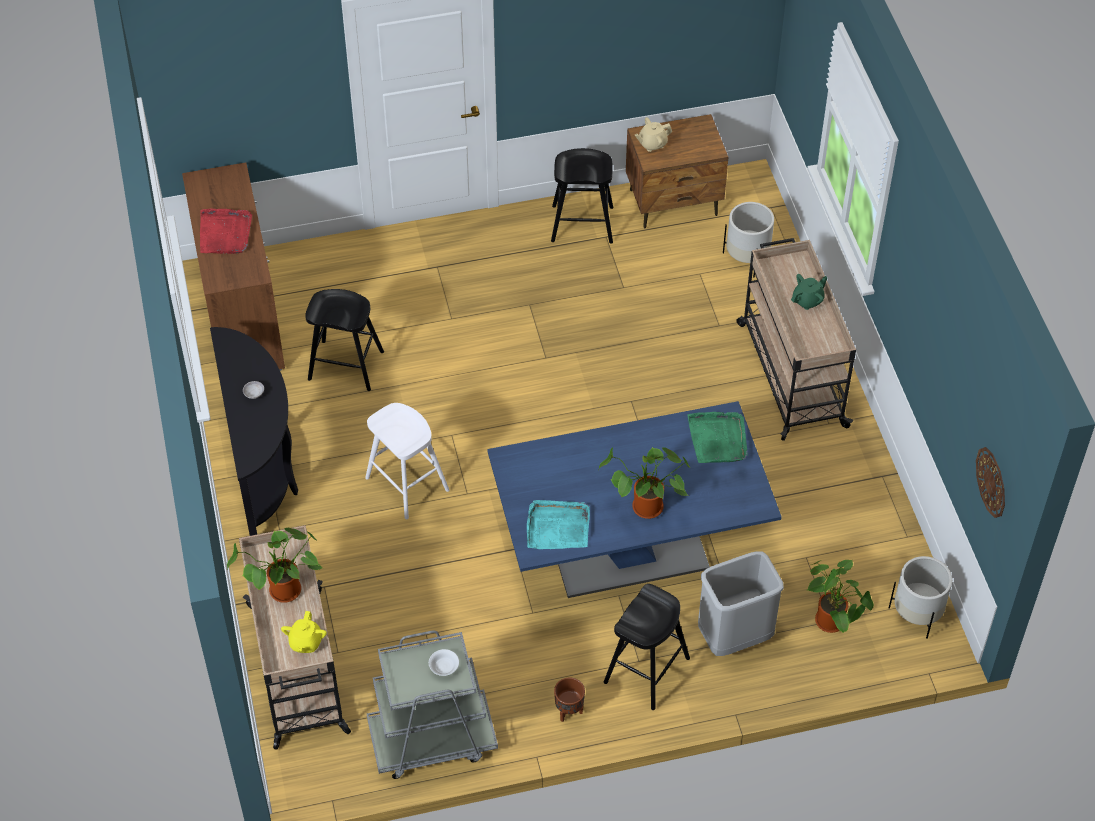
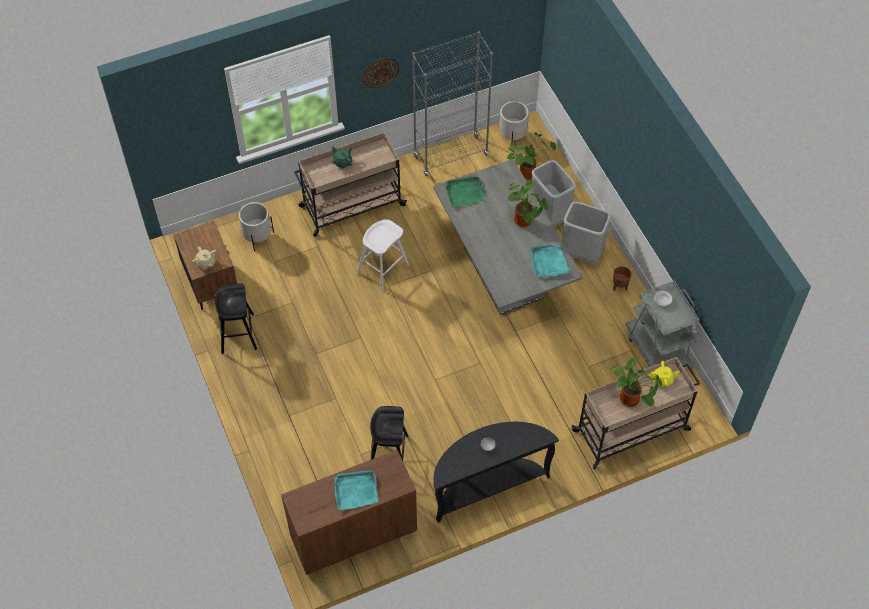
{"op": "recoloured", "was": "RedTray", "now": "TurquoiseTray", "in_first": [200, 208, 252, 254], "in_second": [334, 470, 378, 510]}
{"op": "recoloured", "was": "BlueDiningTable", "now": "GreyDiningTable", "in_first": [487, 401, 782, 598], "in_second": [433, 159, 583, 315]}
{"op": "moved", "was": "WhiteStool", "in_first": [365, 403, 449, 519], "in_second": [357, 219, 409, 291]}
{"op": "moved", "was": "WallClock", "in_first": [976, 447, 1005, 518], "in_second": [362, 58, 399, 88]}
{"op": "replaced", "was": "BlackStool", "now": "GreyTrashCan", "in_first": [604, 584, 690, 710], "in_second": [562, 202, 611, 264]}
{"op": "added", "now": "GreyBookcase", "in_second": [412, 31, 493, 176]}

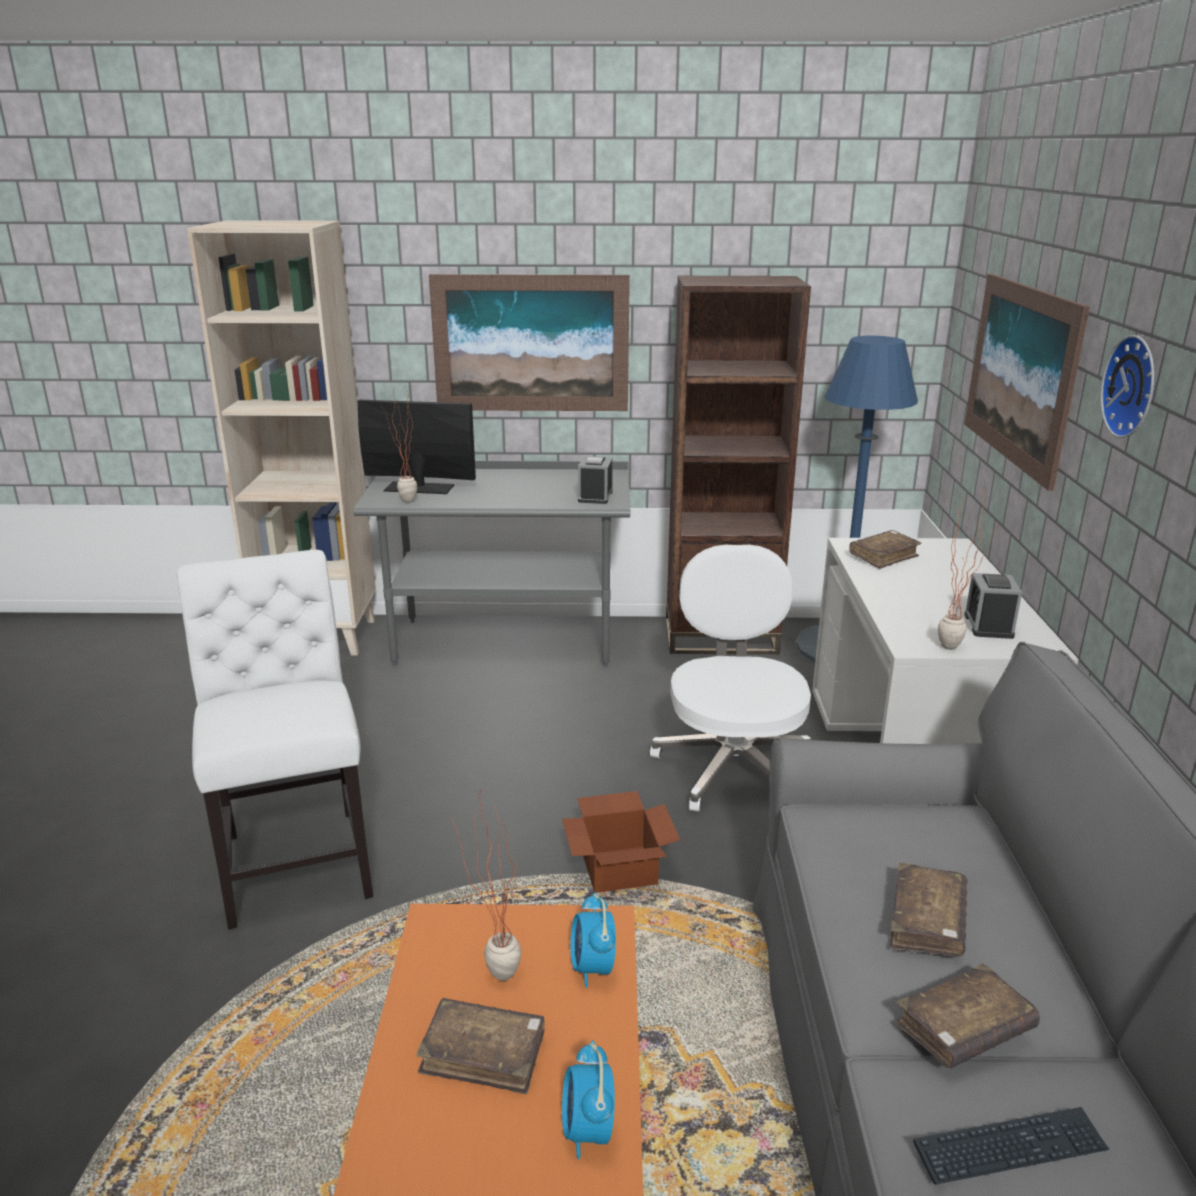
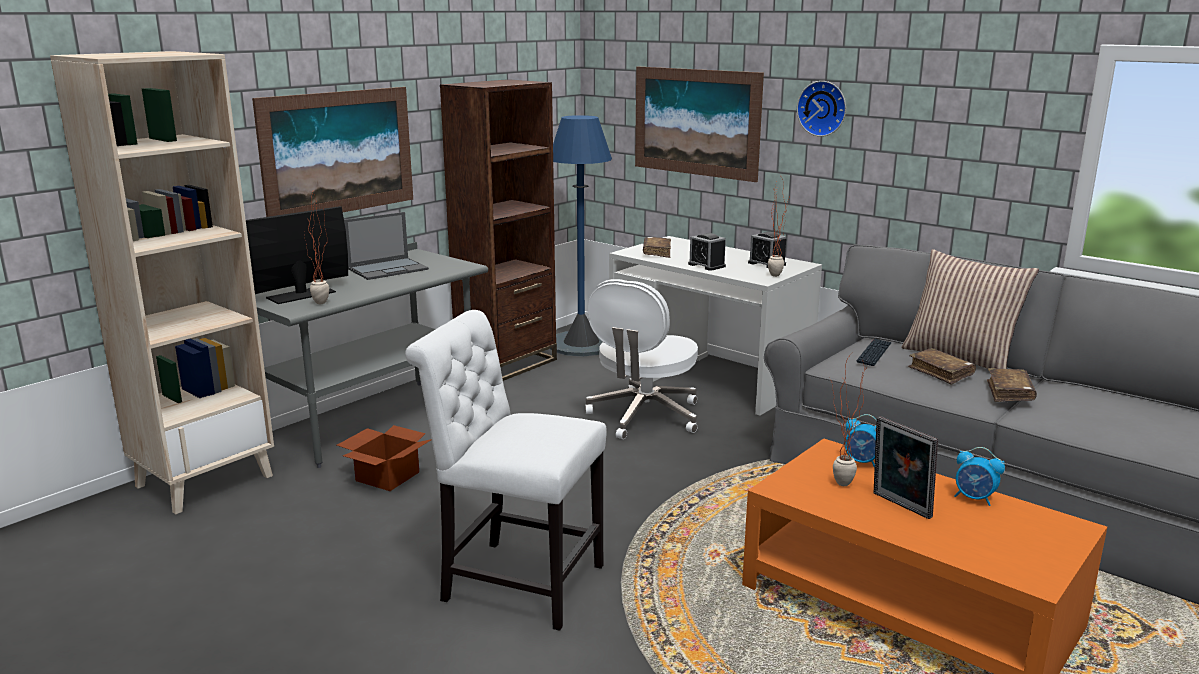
{"op": "moved", "was": "AlarmClock", "in_first": [578, 456, 613, 504], "in_second": [688, 233, 726, 271]}
{"op": "turned", "was": "WhiteOfficeChair", "in_first": [650, 545, 811, 812], "in_second": [585, 279, 698, 439], "clockwise": -105}
{"op": "moved", "was": "CardboardBox", "in_first": [562, 791, 680, 893], "in_second": [337, 425, 432, 491]}
{"op": "replaced", "was": "BrownBook", "now": "PictureFrame", "in_first": [417, 998, 545, 1094], "in_second": [874, 416, 938, 519]}
{"op": "moved", "was": "Keyboard", "in_first": [913, 1107, 1110, 1185], "in_second": [856, 338, 891, 366]}
{"op": "added", "now": "Laptop", "in_second": [344, 212, 429, 280]}
{"op": "added", "now": "Pillow", "in_second": [901, 249, 1039, 369]}

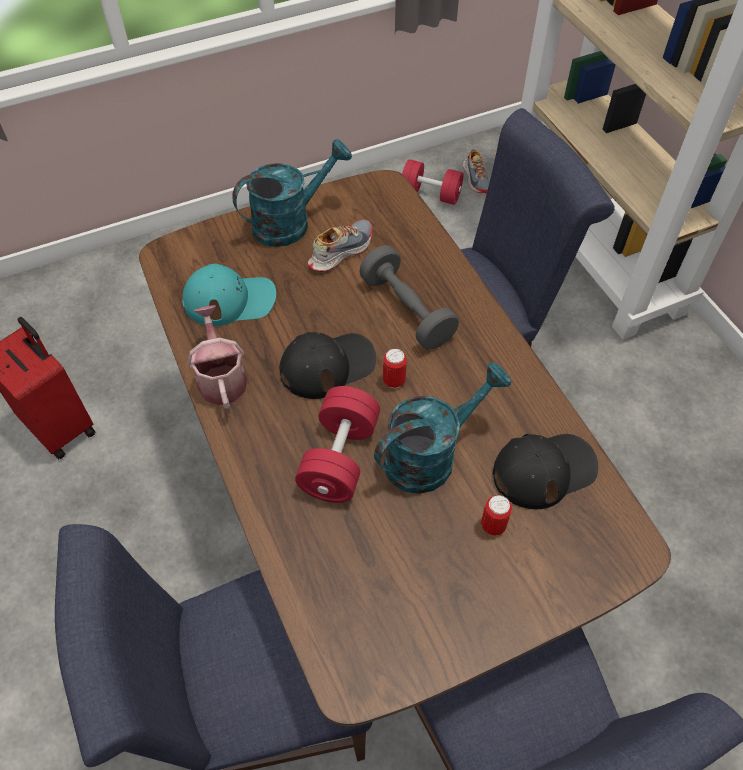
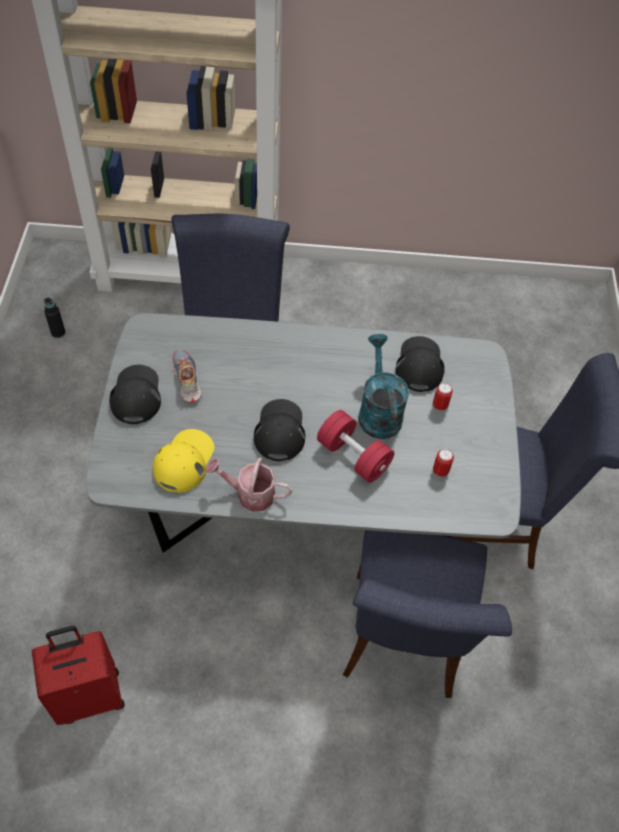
{"op": "replaced", "was": "TurquoiseWateringCan", "now": "BlackCap", "in_first": [232, 139, 352, 247], "in_second": [109, 365, 161, 424]}
{"op": "removed", "was": "Shoe", "in_first": [463, 149, 490, 193]}
{"op": "replaced", "was": "RedDumbbell", "now": "BlackBottle", "in_first": [402, 159, 464, 205], "in_second": [44, 297, 66, 338]}
{"op": "recoloured", "was": "BrownDiningTable", "now": "GreyDiningTable", "in_first": [139, 170, 671, 726], "in_second": [86, 313, 521, 553]}
{"op": "removed", "was": "GreyDumbbell", "in_first": [359, 245, 459, 349]}
{"op": "recoloured", "was": "TurquoiseCap", "now": "YellowCap", "in_first": [182, 264, 276, 326], "in_second": [153, 429, 214, 493]}
{"op": "moved", "was": "Can", "in_first": [383, 348, 407, 388], "in_second": [433, 449, 454, 477]}

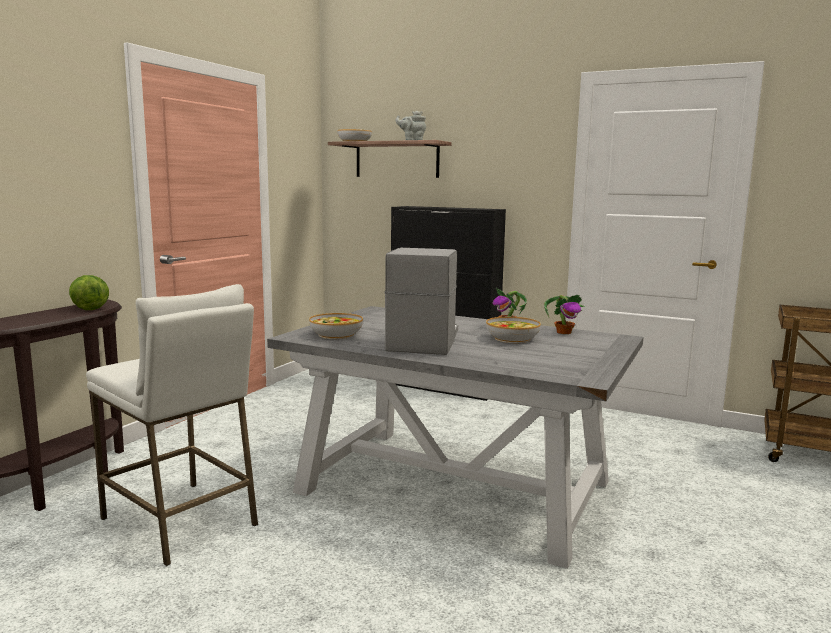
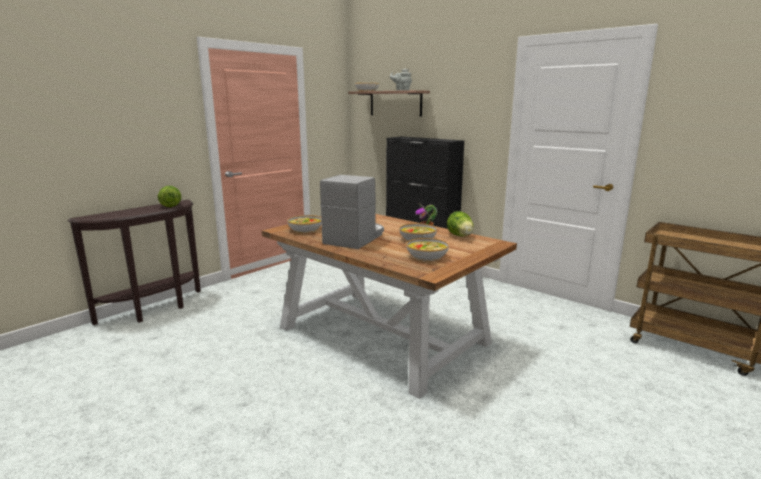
{"op": "removed", "was": "WhiteStool", "in_first": [86, 284, 258, 566]}
{"op": "replaced", "was": "PottedPlant", "now": "Lettuce", "in_first": [544, 295, 585, 334], "in_second": [447, 211, 474, 236]}
{"op": "recoloured", "was": "GreyDiningTable", "now": "BrownDiningTable", "in_first": [267, 306, 643, 569], "in_second": [262, 214, 517, 399]}
{"op": "added", "now": "Bowl", "in_second": [406, 238, 449, 261]}

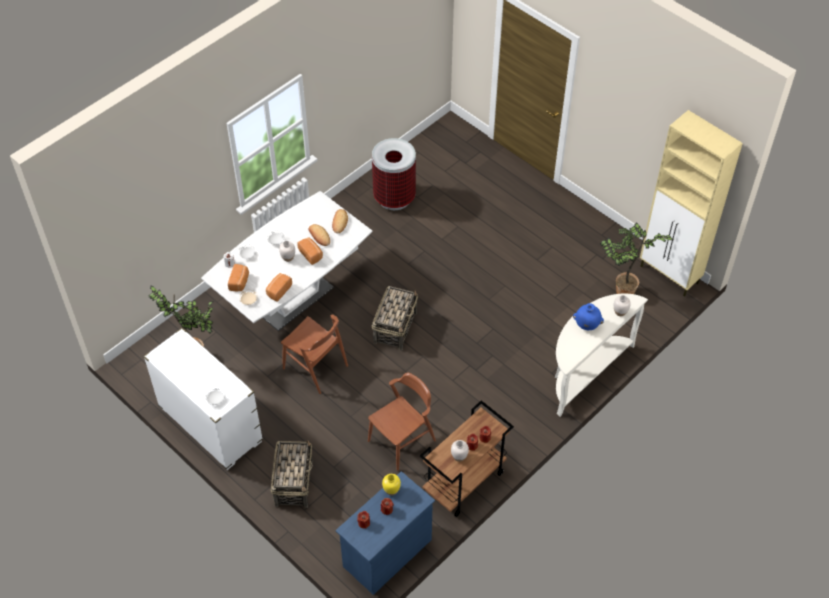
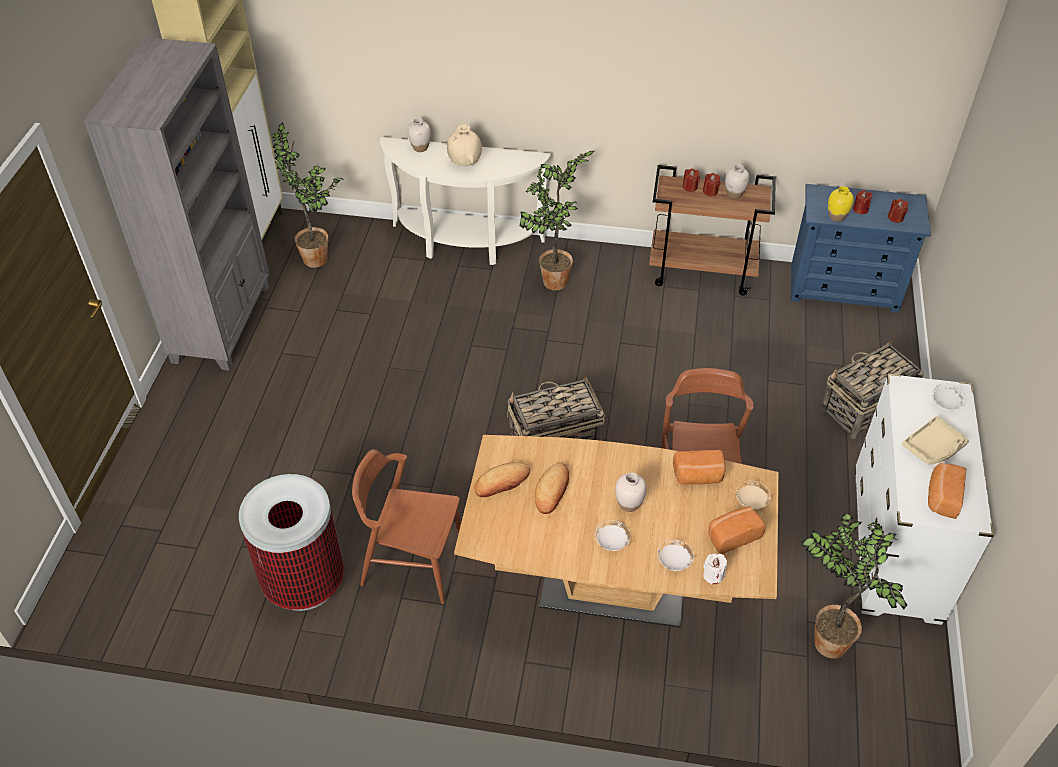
{"op": "recoloured", "was": "WhiteDiningTable", "now": "BrownDiningTable", "in_first": [201, 191, 372, 331], "in_second": [454, 435, 779, 628]}
{"op": "moved", "was": "Bread", "in_first": [298, 237, 323, 265], "in_second": [928, 463, 966, 519]}
{"op": "recoloured", "was": "BlueVase", "now": "BeigeVase", "in_first": [573, 303, 604, 330], "in_second": [447, 124, 482, 166]}
{"op": "moved", "was": "BrownChair", "in_first": [368, 372, 436, 471], "in_second": [352, 449, 461, 604]}
{"op": "added", "now": "GreyBookcase", "in_second": [84, 37, 269, 370]}
{"op": "added", "now": "PottedPlant", "in_second": [519, 151, 594, 291]}
{"op": "added", "now": "BeigeTray", "in_second": [902, 416, 969, 465]}

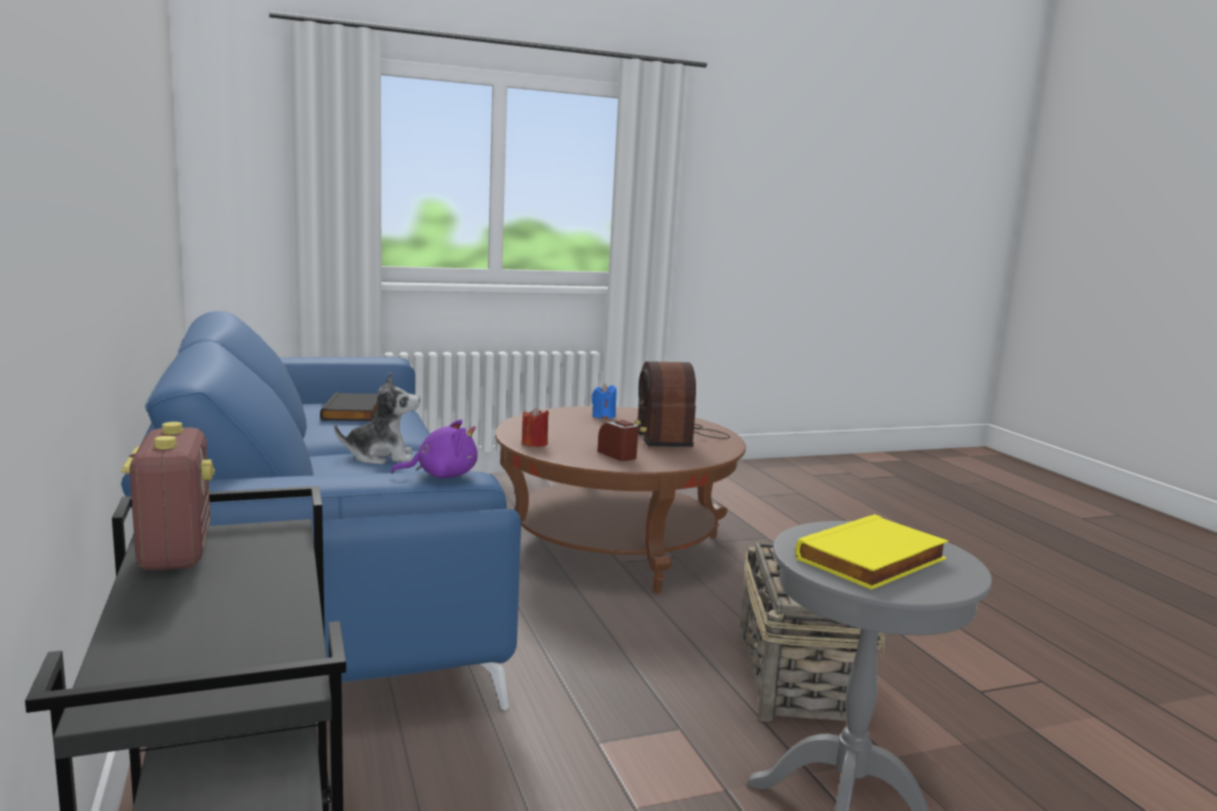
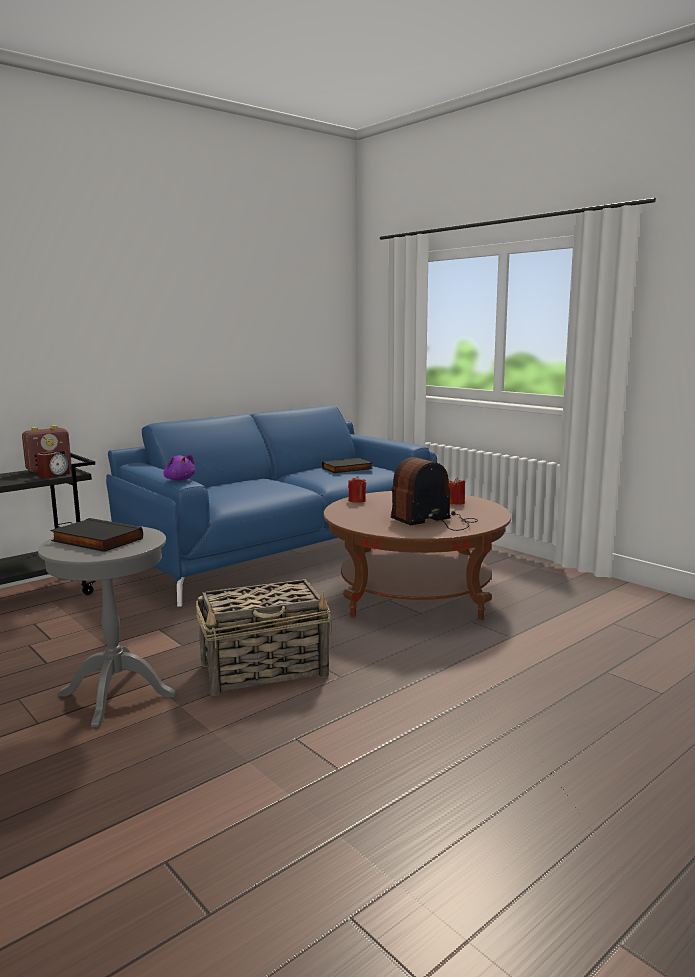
{"op": "removed", "was": "PlushToy", "in_first": [334, 372, 420, 464]}
{"op": "recoloured", "was": "BlueCandle", "now": "RedCandle", "in_first": [591, 383, 617, 419], "in_second": [449, 477, 465, 505]}
{"op": "moved", "was": "AlarmClock", "in_first": [597, 420, 639, 461], "in_second": [36, 451, 70, 478]}
{"op": "recoloured", "was": "YellowBook", "now": "BlackBook", "in_first": [795, 514, 948, 590], "in_second": [50, 518, 143, 552]}

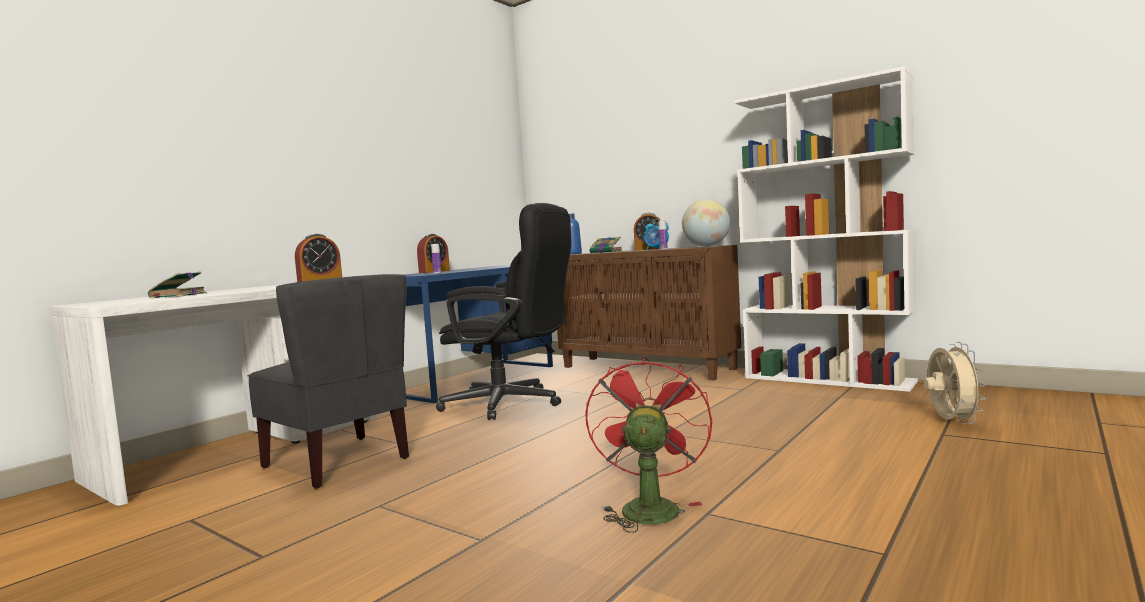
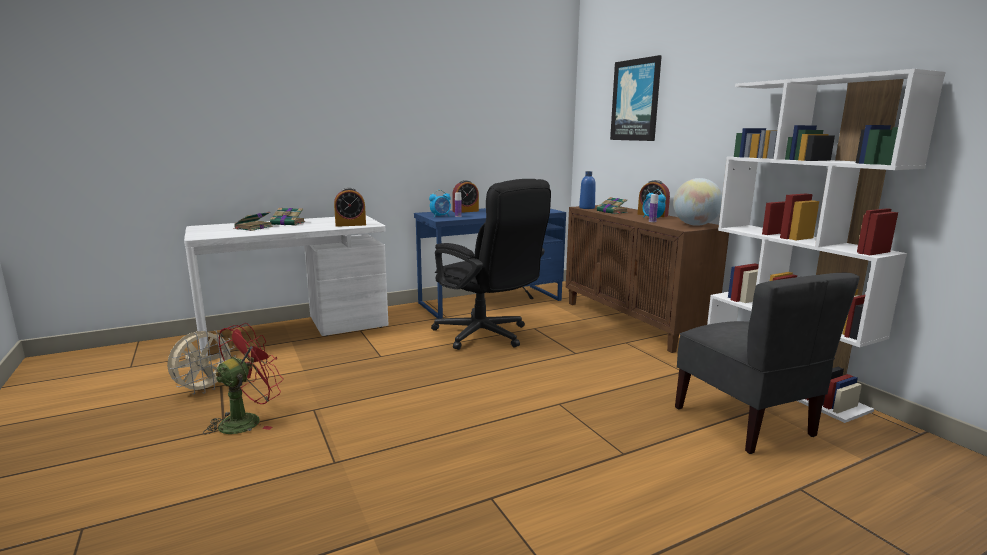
{"op": "moved", "was": "GreyChair", "in_first": [248, 274, 409, 489], "in_second": [675, 273, 860, 454]}
{"op": "moved", "was": "BeigeFan", "in_first": [924, 342, 986, 424], "in_second": [167, 330, 236, 394]}
{"op": "moved", "was": "RedFan", "in_first": [585, 355, 712, 533], "in_second": [203, 323, 283, 434]}
{"op": "added", "now": "Picture", "in_second": [610, 55, 662, 141]}
{"op": "added", "now": "AlarmClock", "in_second": [429, 190, 451, 217]}
{"op": "added", "now": "Book", "in_second": [270, 208, 305, 226]}

